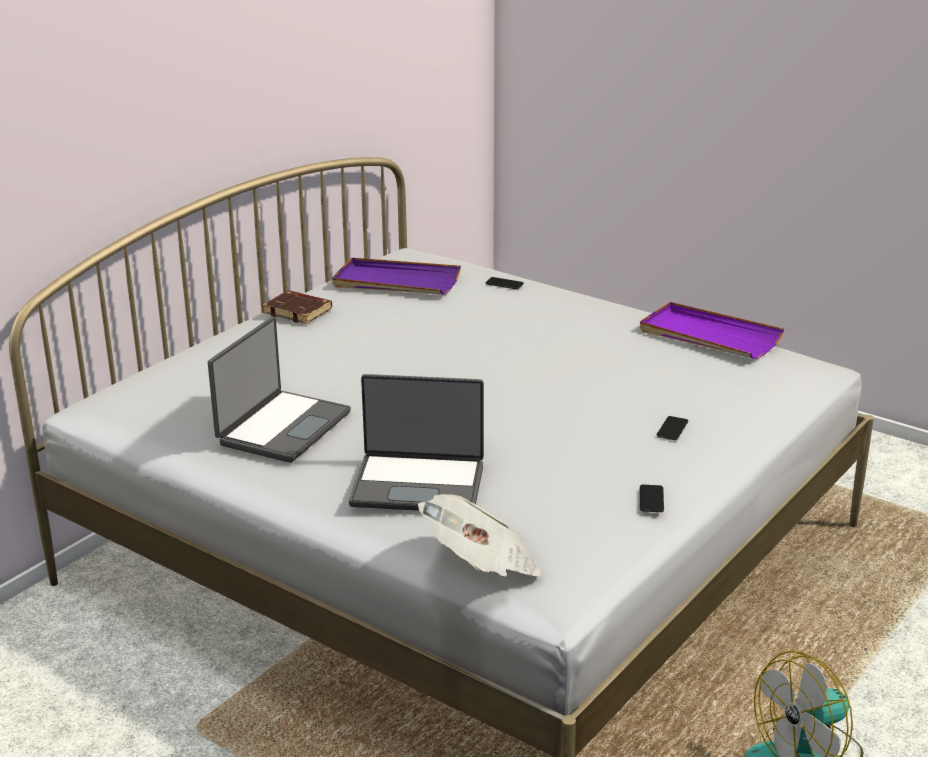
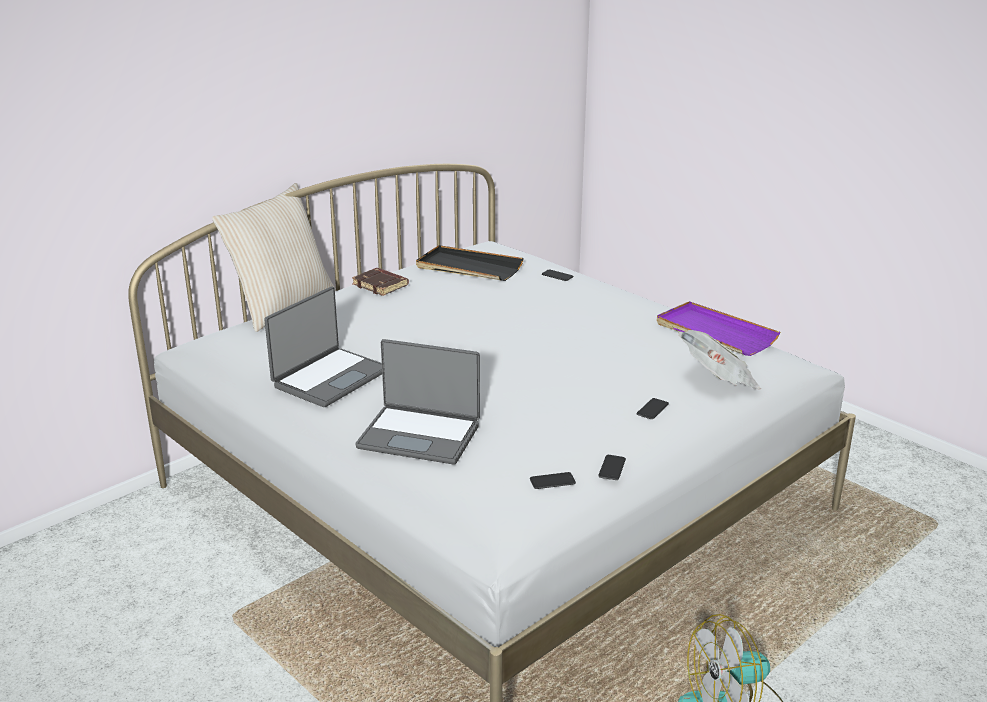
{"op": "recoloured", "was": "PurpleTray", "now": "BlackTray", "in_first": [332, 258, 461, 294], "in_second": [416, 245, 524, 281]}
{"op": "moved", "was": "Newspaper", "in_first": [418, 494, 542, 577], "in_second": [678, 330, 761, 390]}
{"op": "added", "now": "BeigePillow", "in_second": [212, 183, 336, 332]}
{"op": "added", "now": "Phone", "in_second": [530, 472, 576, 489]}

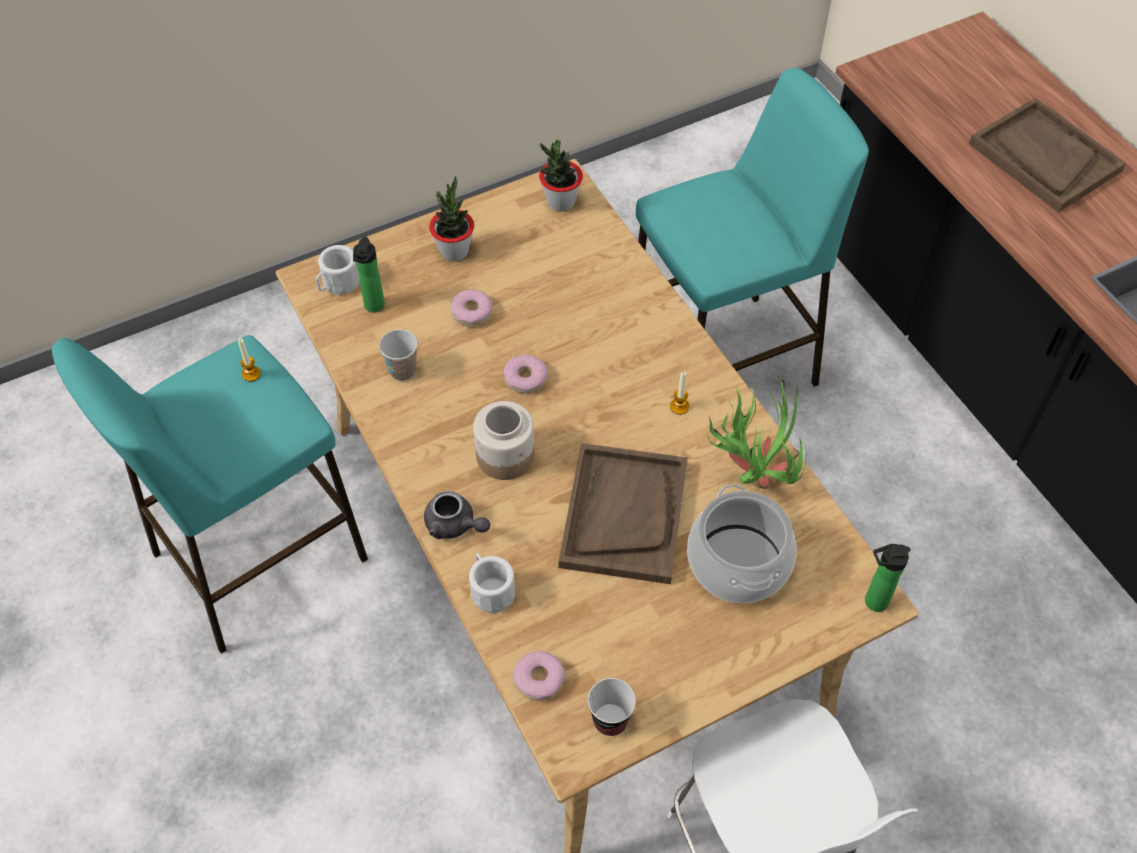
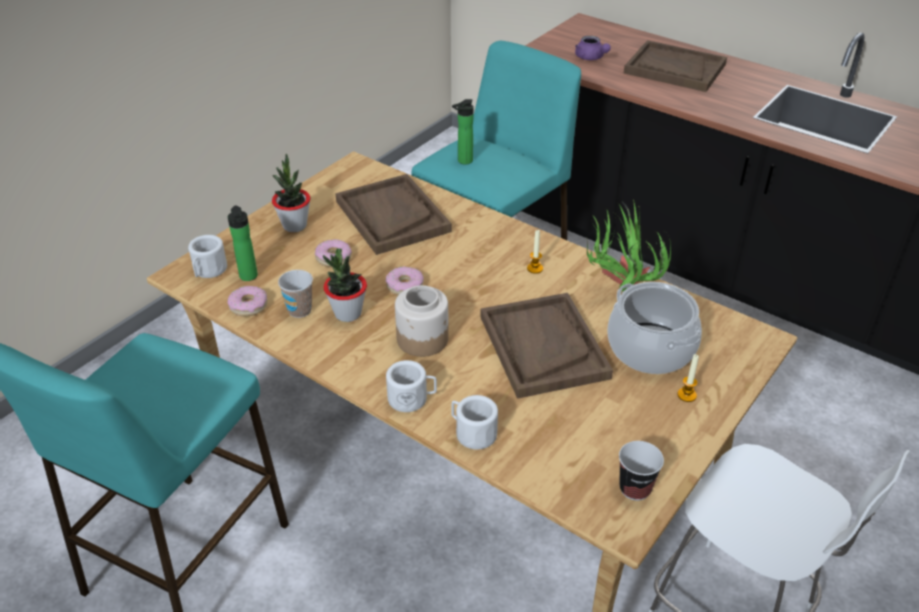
{"op": "moved", "was": "PottedPlant", "in_first": [539, 139, 583, 212], "in_second": [323, 248, 367, 322]}
{"op": "moved", "was": "Candle", "in_first": [238, 338, 261, 381], "in_second": [677, 354, 699, 402]}
{"op": "replaced", "was": "GreyTeapot", "now": "WhiteMug", "in_first": [424, 491, 490, 539], "in_second": [386, 360, 437, 412]}
{"op": "moved", "was": "Bottle", "in_first": [865, 544, 911, 612], "in_second": [452, 99, 474, 164]}
{"op": "moved", "was": "Donut", "in_first": [513, 651, 565, 701], "in_second": [227, 286, 268, 316]}
{"op": "added", "now": "PurpleTeapot", "in_second": [575, 36, 611, 60]}
{"op": "added", "now": "BrownTray", "in_second": [335, 174, 452, 255]}

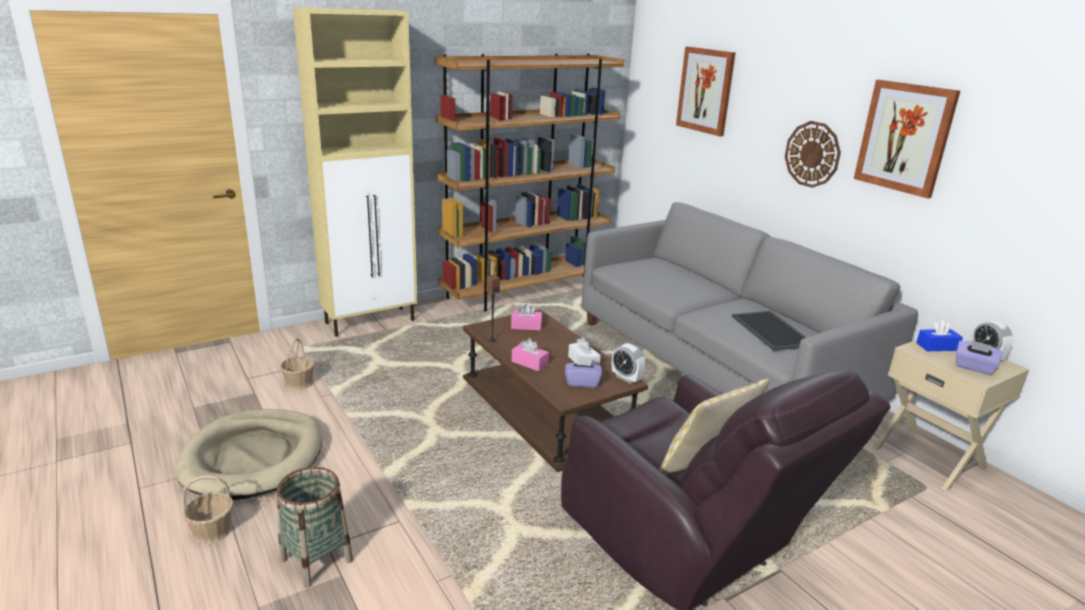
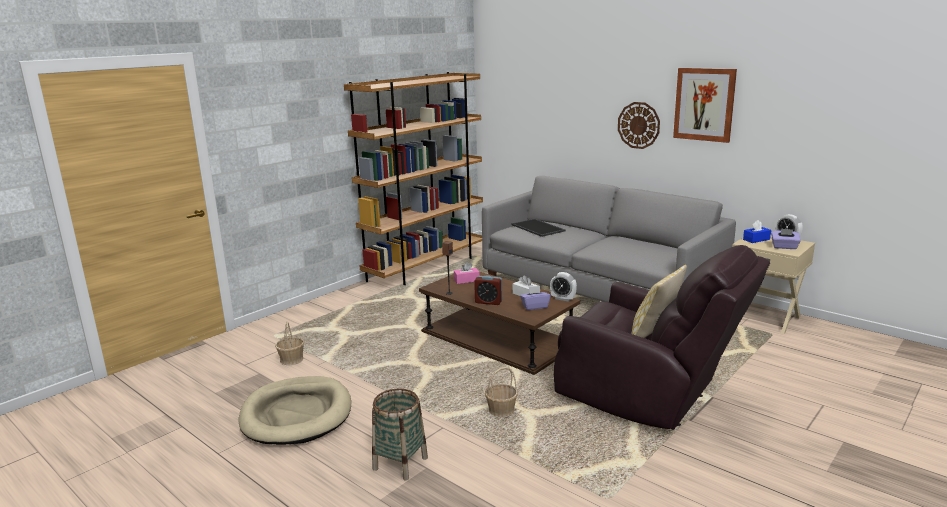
{"op": "removed", "was": "BeigeCabinet", "in_first": [293, 7, 417, 337]}
{"op": "removed", "was": "Picture", "in_first": [676, 47, 736, 137]}
{"op": "moved", "was": "Tray", "in_first": [732, 311, 806, 351], "in_second": [511, 219, 565, 237]}
{"op": "replaced", "was": "PinkTissueBox", "now": "AlarmClock", "in_first": [512, 338, 549, 371], "in_second": [474, 275, 502, 305]}
{"op": "moved", "was": "Basket", "in_first": [182, 475, 234, 544], "in_second": [485, 367, 518, 417]}

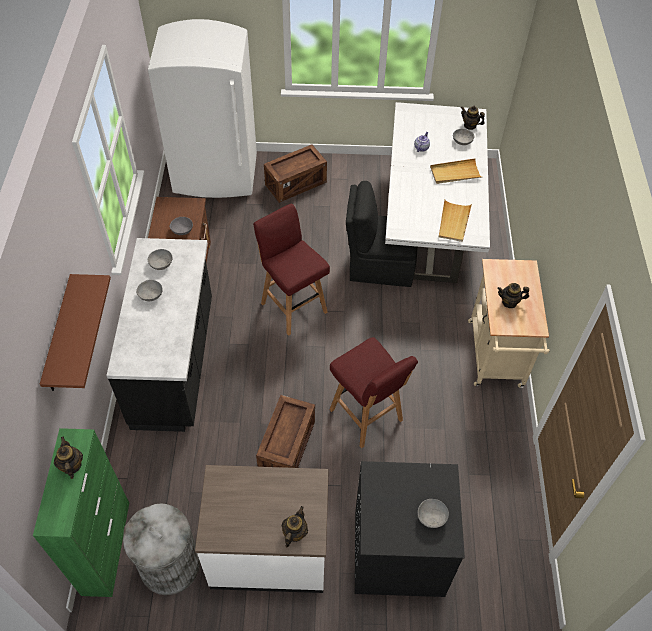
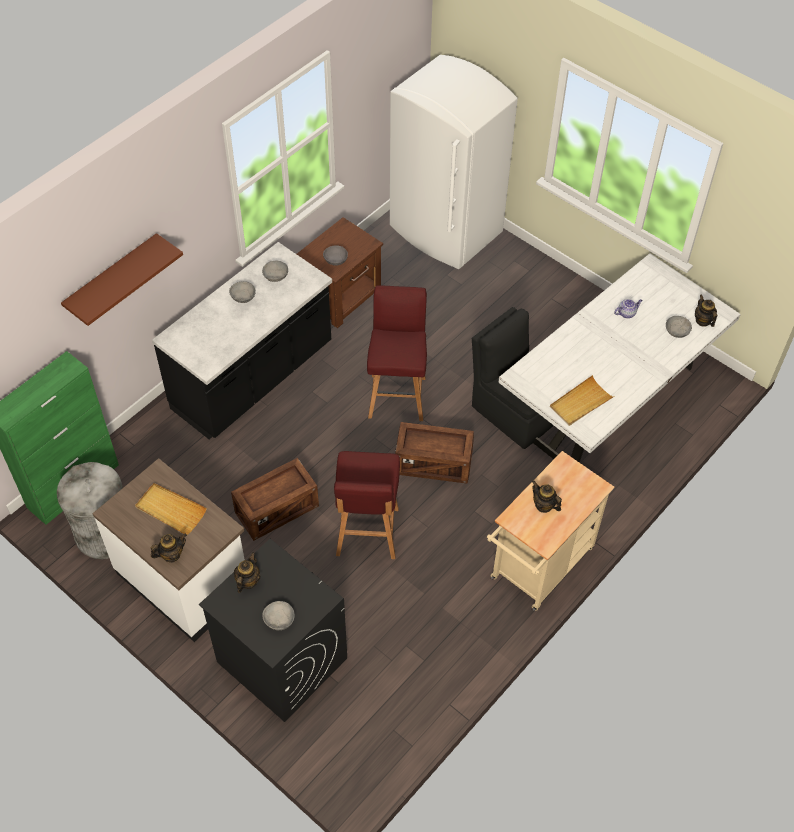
{"op": "moved", "was": "Crate", "in_first": [264, 144, 327, 203], "in_second": [395, 422, 474, 484]}
{"op": "moved", "was": "BeigeTray", "in_first": [430, 158, 482, 184], "in_second": [135, 483, 207, 535]}
{"op": "moved", "was": "Teapot", "in_first": [54, 436, 83, 479], "in_second": [234, 552, 260, 593]}

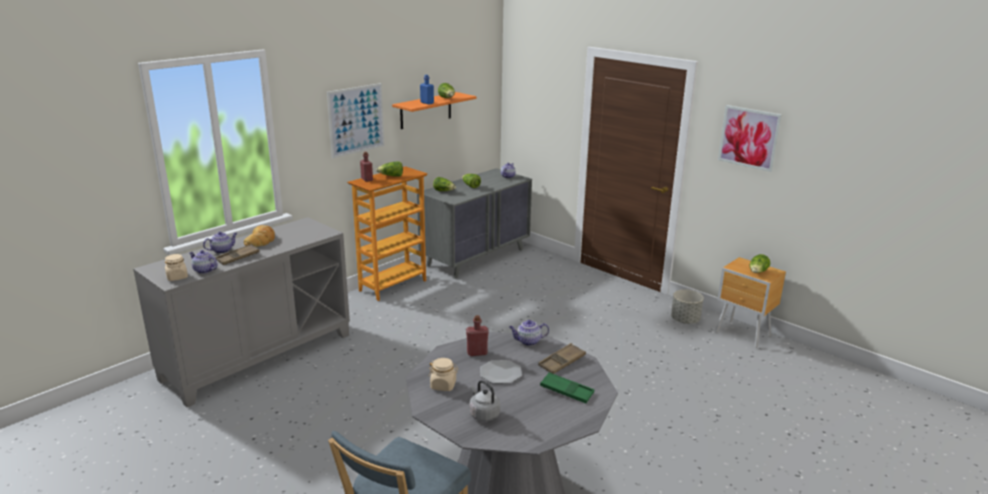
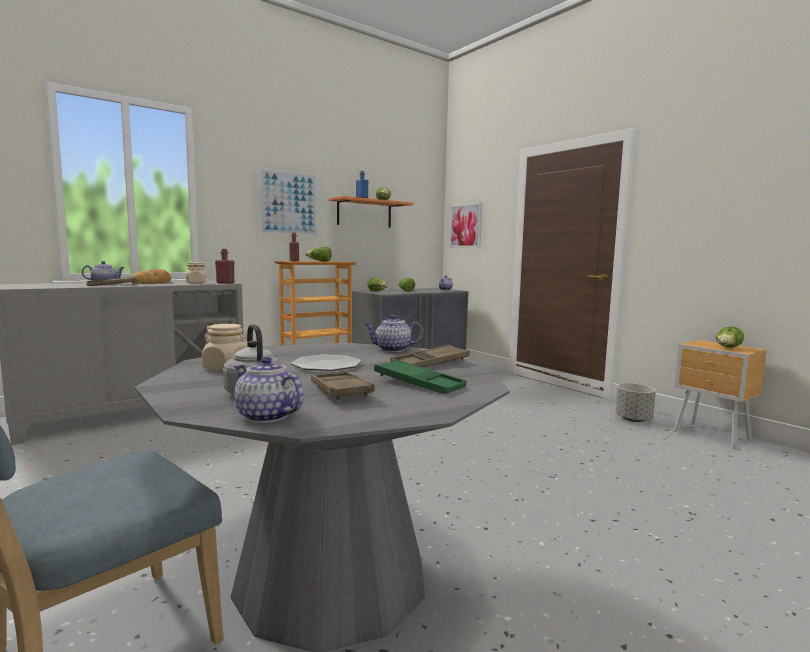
{"op": "moved", "was": "Picture", "in_first": [718, 105, 782, 172], "in_second": [449, 203, 482, 248]}
{"op": "moved", "was": "Teapot", "in_first": [189, 250, 218, 274], "in_second": [234, 357, 304, 423]}
{"op": "moved", "was": "BeigeJar", "in_first": [165, 254, 188, 281], "in_second": [186, 262, 206, 284]}
{"op": "moved", "was": "RedBottle", "in_first": [466, 315, 489, 356], "in_second": [215, 249, 235, 284]}
{"op": "added", "now": "BrownTray", "in_second": [311, 371, 375, 400]}

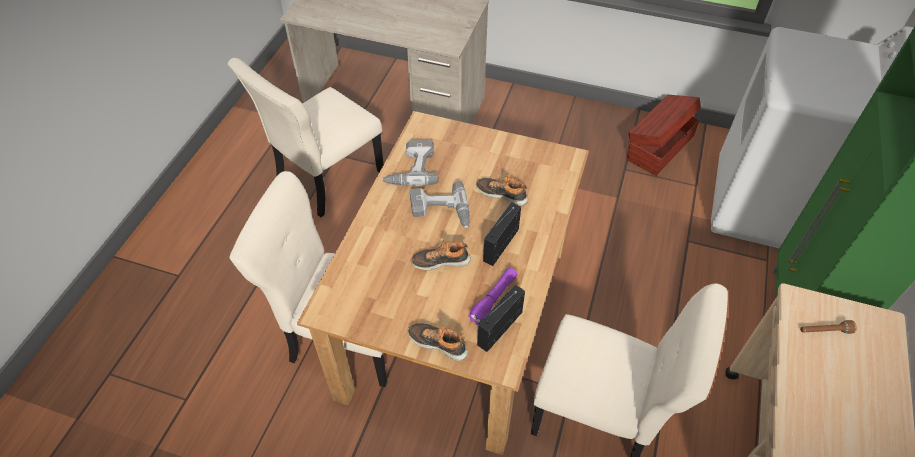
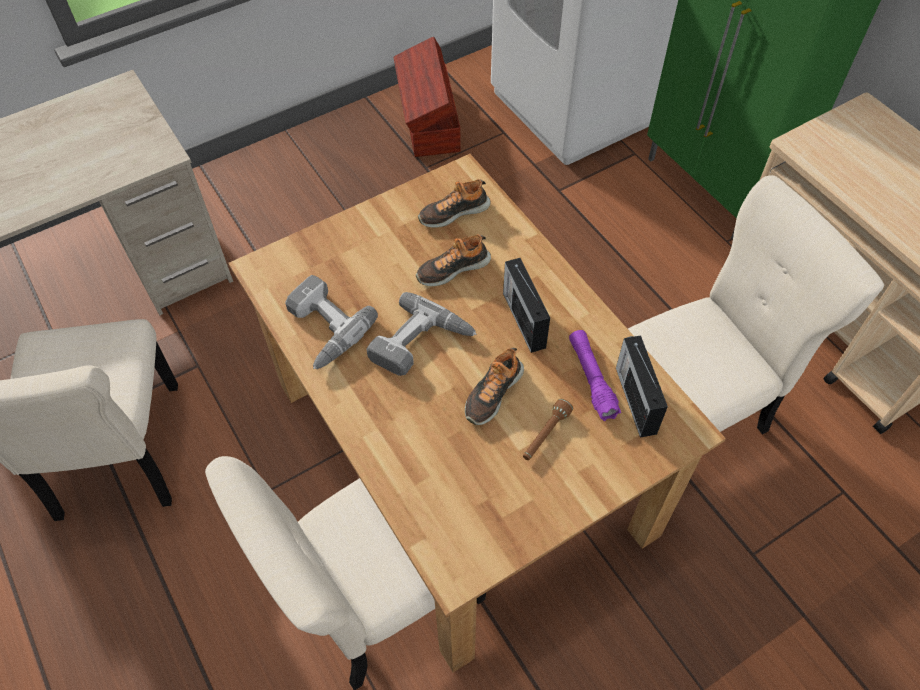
{"op": "moved", "was": "BrownFlashlight", "in_first": [800, 320, 857, 334], "in_second": [523, 399, 573, 460]}
{"op": "moved", "was": "Shoe", "in_first": [408, 323, 468, 361], "in_second": [418, 179, 490, 228]}

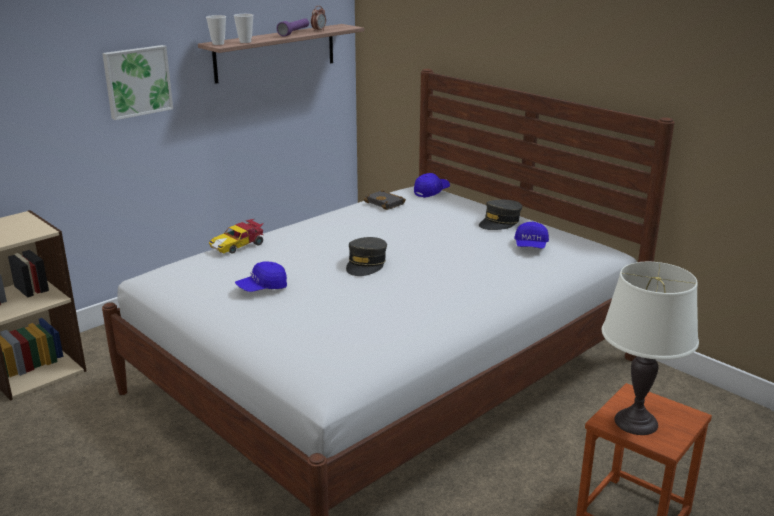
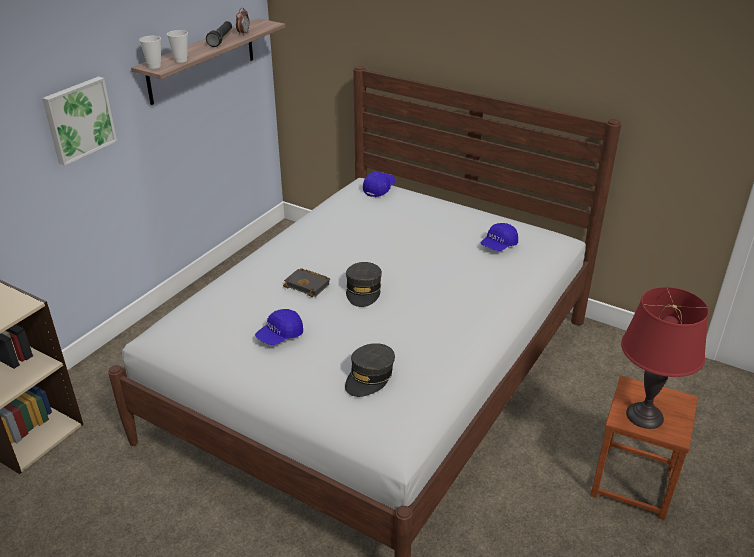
{"op": "recoloured", "was": "PurpleFlashlight", "now": "BlackFlashlight", "in_first": [277, 18, 309, 37], "in_second": [206, 21, 232, 47]}
{"op": "moved", "was": "BlackBook", "in_first": [364, 190, 406, 210], "in_second": [283, 268, 330, 297]}
{"op": "moved", "was": "GreyCap", "in_first": [479, 200, 522, 230], "in_second": [345, 343, 395, 397]}
{"op": "removed", "was": "ToyCar", "in_first": [209, 219, 264, 254]}
{"op": "turned", "was": "BlueCap", "in_first": [515, 222, 549, 248], "in_second": [481, 223, 518, 251], "clockwise": 45}
{"op": "recoloured", "was": "WhiteTableLamp", "now": "RedTableLamp", "in_first": [602, 262, 699, 435], "in_second": [621, 287, 709, 429]}

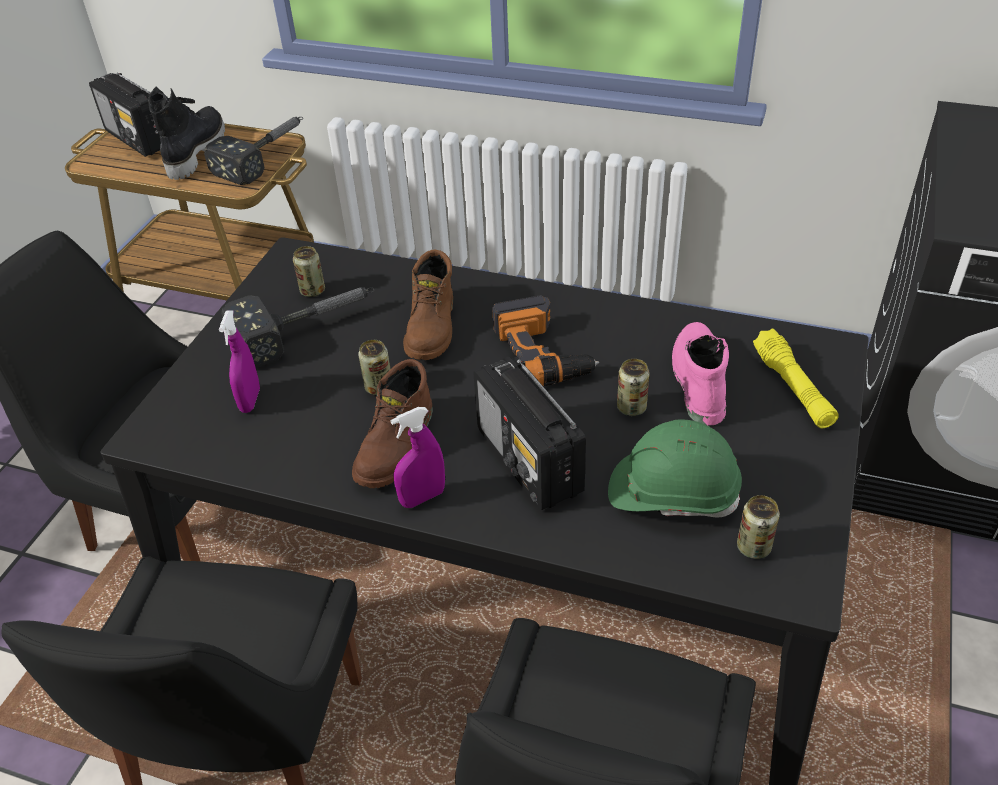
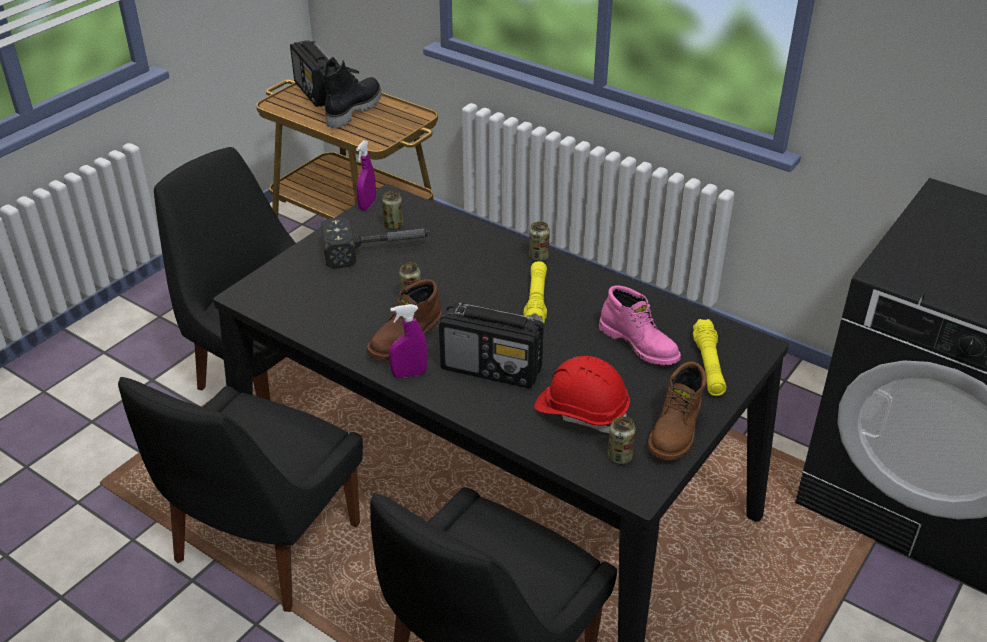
{"op": "removed", "was": "Hammer", "in_first": [204, 117, 303, 185]}
{"op": "moved", "was": "BrownBoot", "in_first": [403, 249, 453, 360], "in_second": [648, 362, 707, 461]}
{"op": "replaced", "was": "PowerDrill", "now": "YellowFlashlight", "in_first": [492, 295, 599, 386], "in_second": [523, 261, 547, 324]}
{"op": "moved", "was": "PurpleSprayBottle", "in_first": [219, 310, 260, 413], "in_second": [356, 140, 376, 211]}
{"op": "turned", "was": "PinkBoot", "in_first": [672, 322, 729, 426], "in_second": [599, 285, 681, 365], "clockwise": 120}
{"op": "turned", "was": "Radio", "in_first": [473, 357, 586, 510], "in_second": [439, 302, 544, 388], "clockwise": -60}
{"op": "moved", "was": "Can", "in_first": [617, 359, 650, 416], "in_second": [529, 221, 550, 261]}
{"op": "recoloured", "was": "GreenHardHat", "now": "RedHardHat", "in_first": [608, 420, 742, 517], "in_second": [534, 356, 630, 433]}

